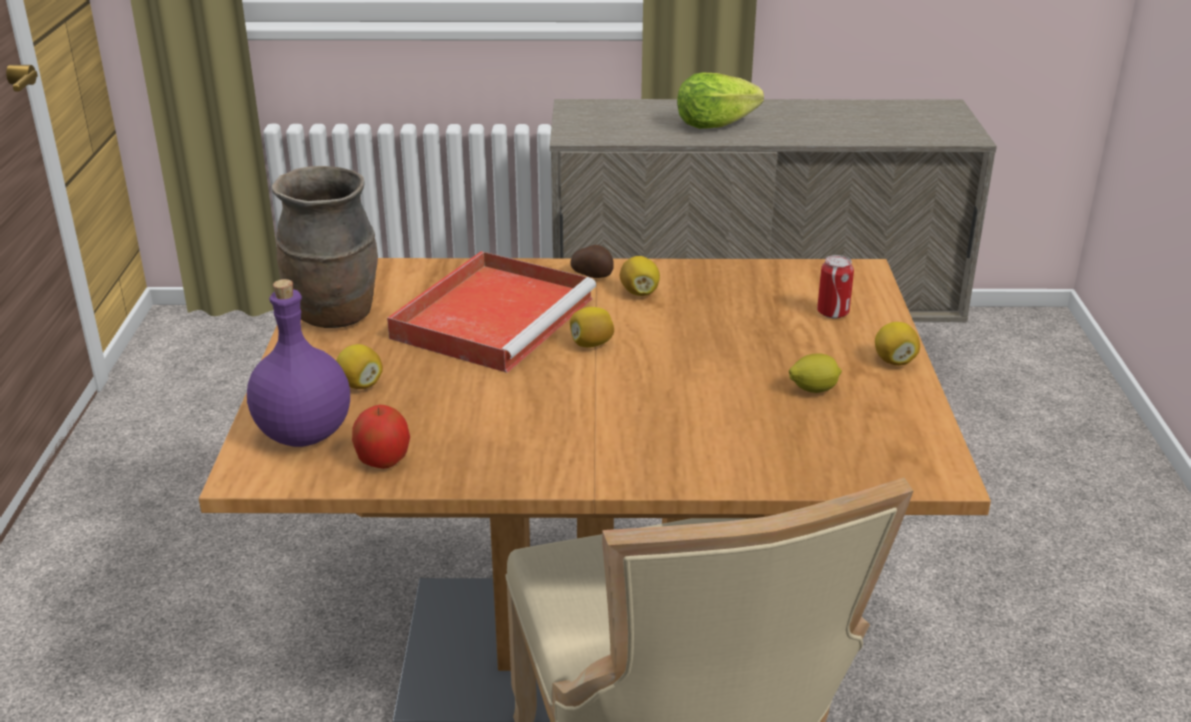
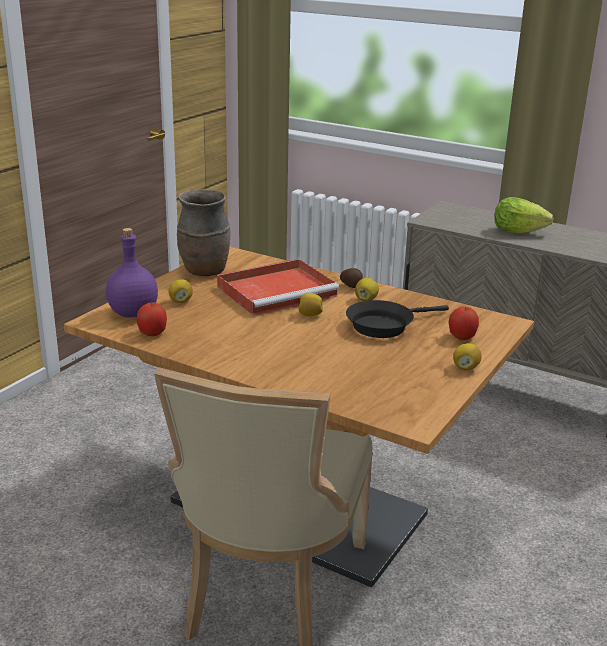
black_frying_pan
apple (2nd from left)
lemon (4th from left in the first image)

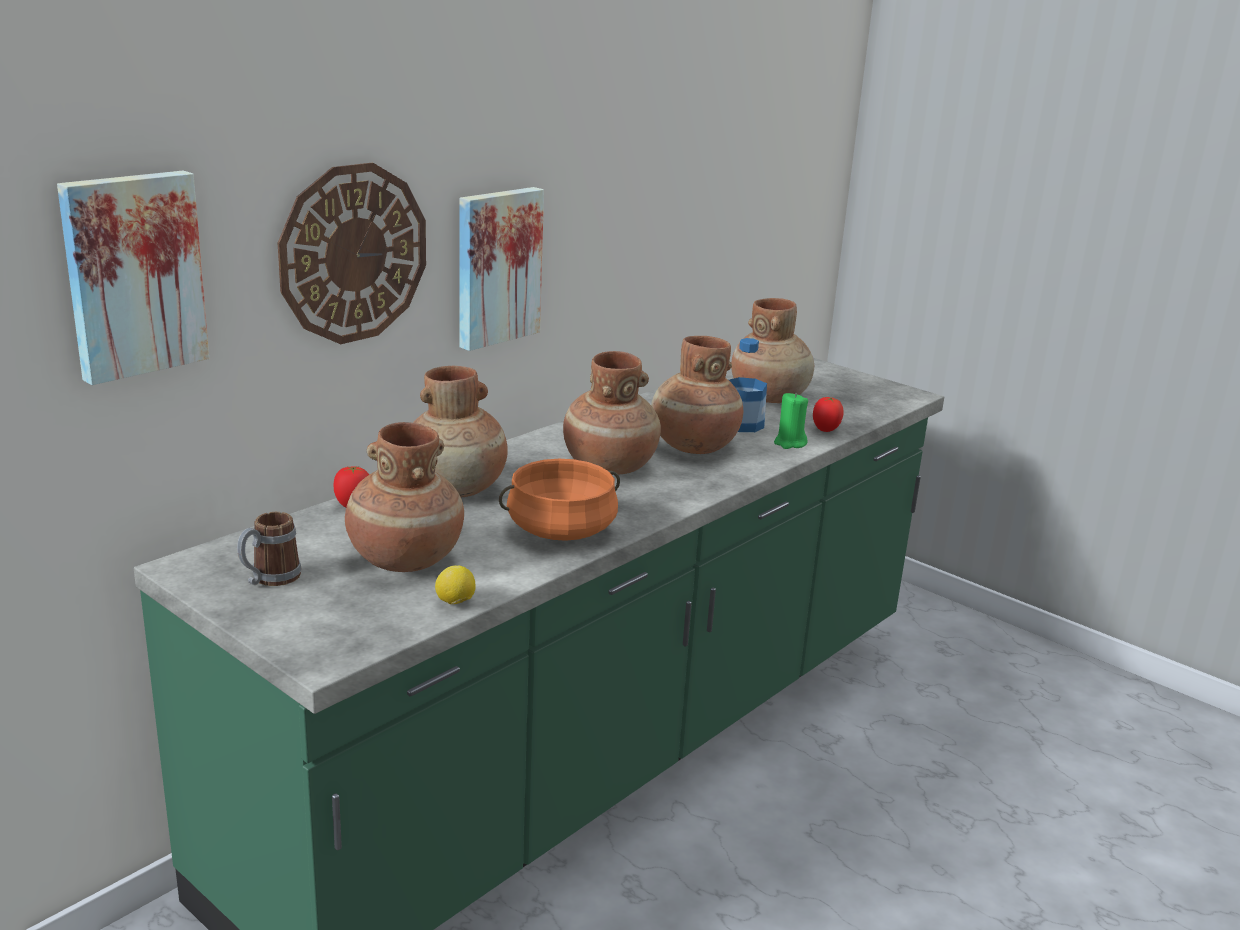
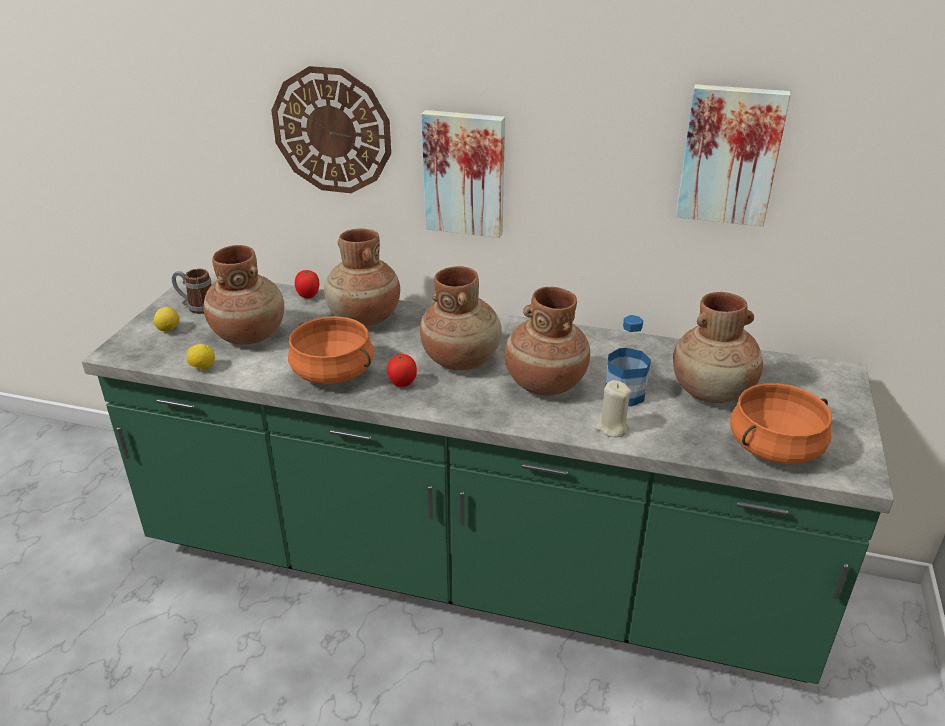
lemon (1st from left)
tomato (2nd from left)
beige_candle
picture (2nd from left)
orange_cooking_pot (2nd from left)

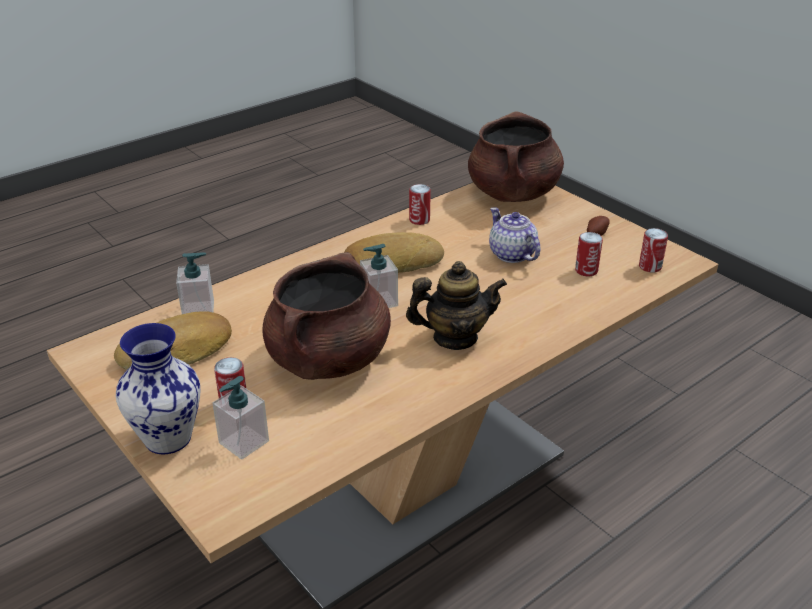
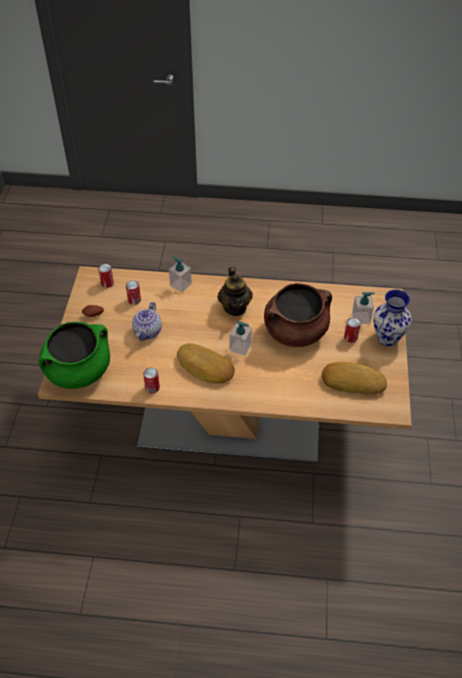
green_cooking_pot
soap_dispenser (1st from left)
teapot (2nd from left)

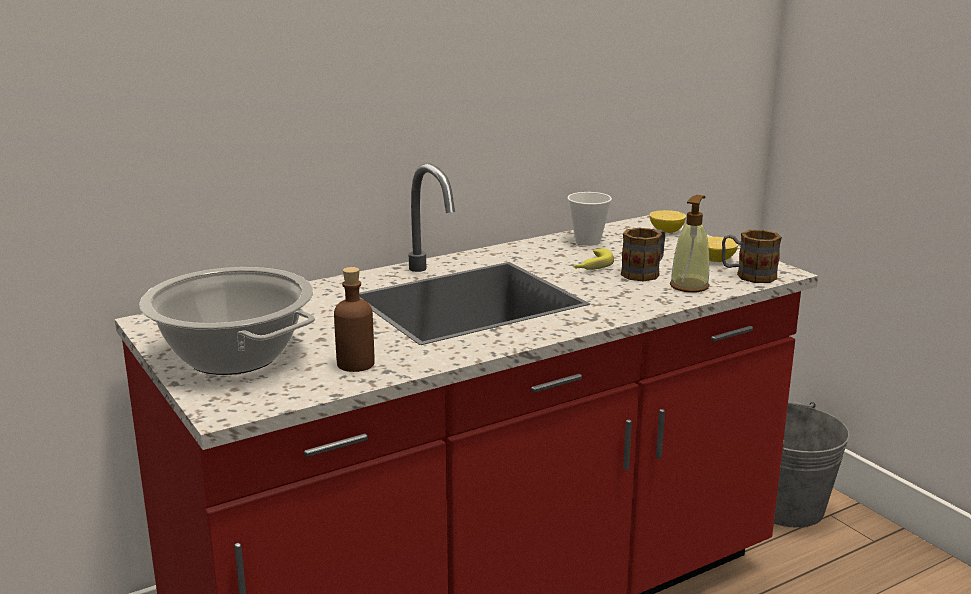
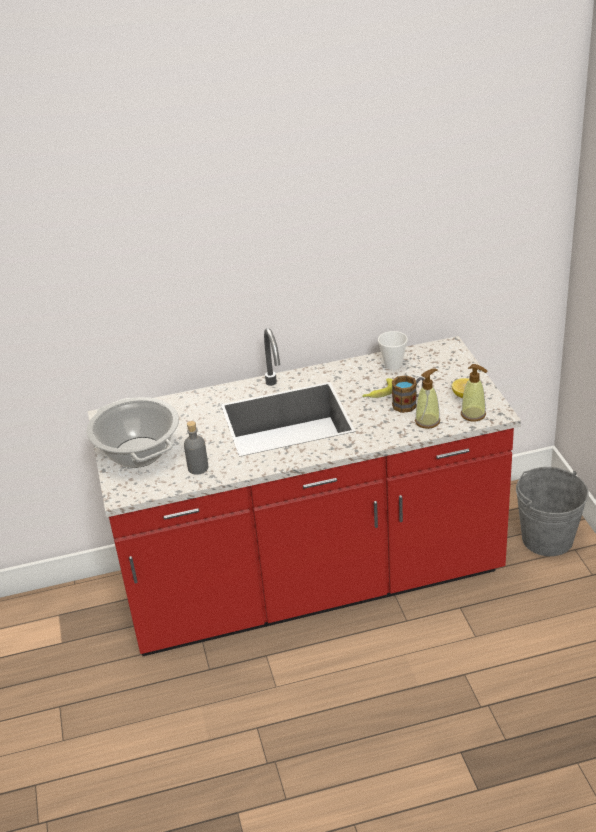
grey_bottle
soap_dispenser (2nd from left)
lemon (1st from left in the first image)

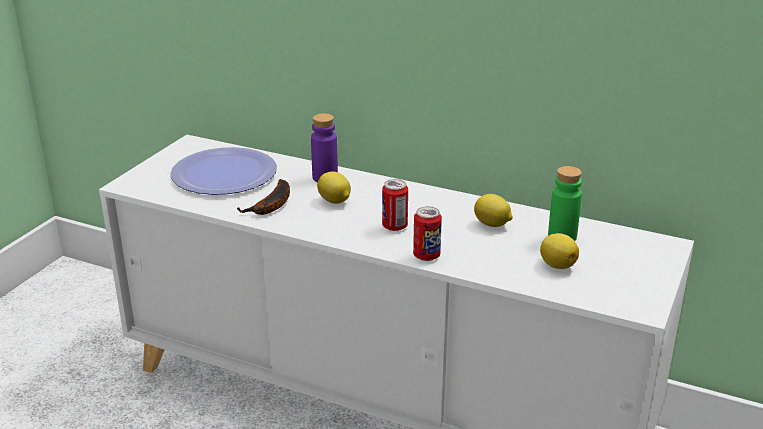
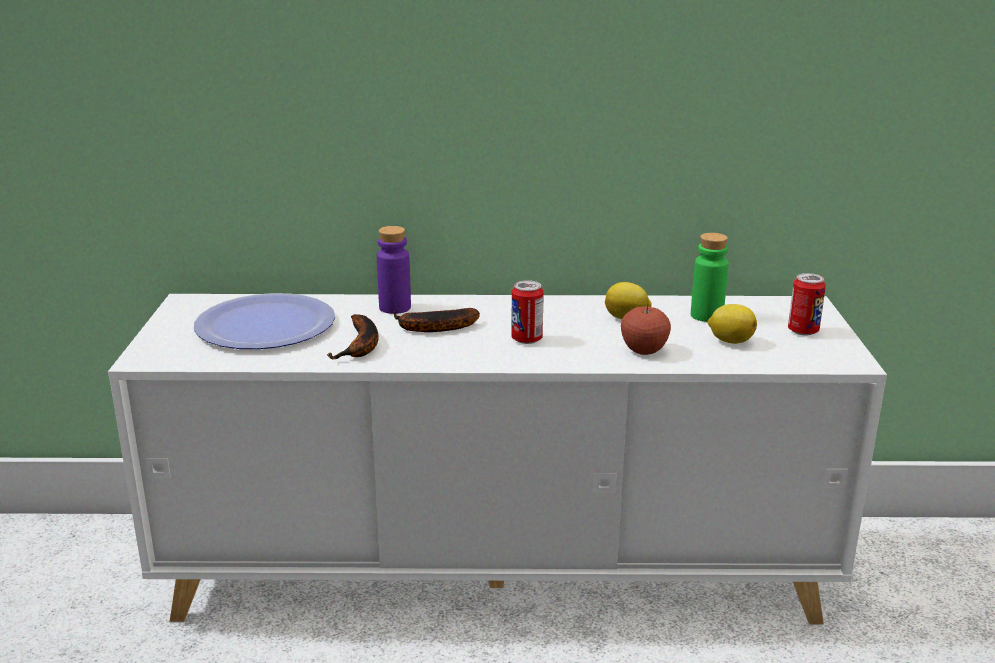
banana (2nd from left)
apple
can (2nd from left)

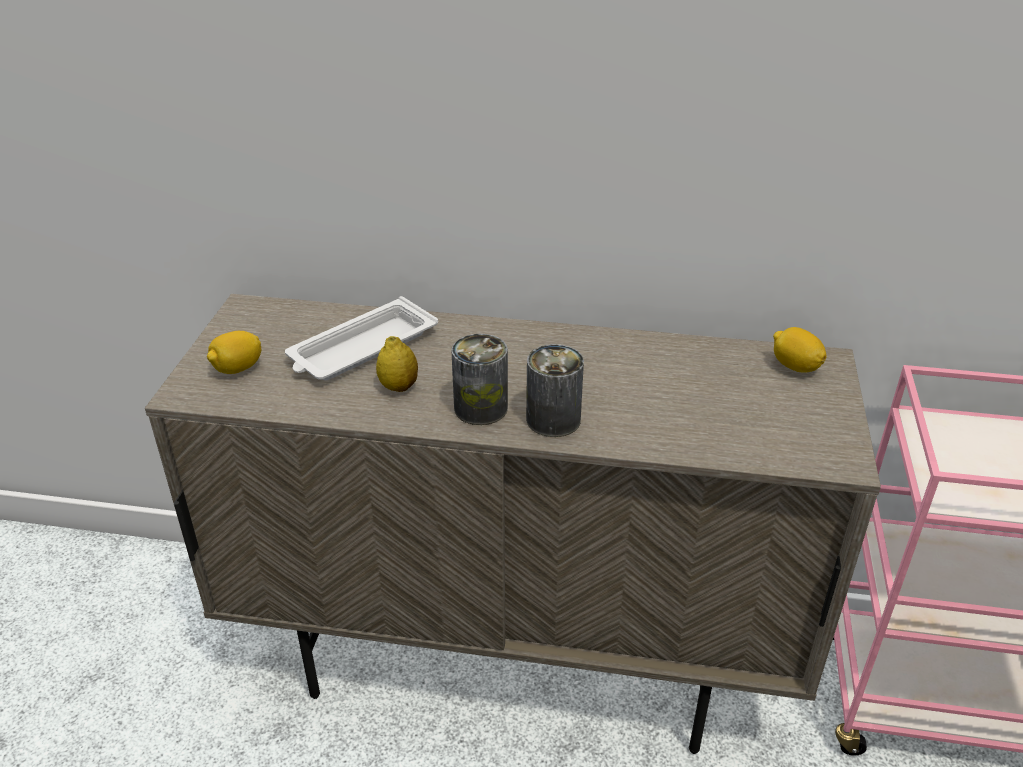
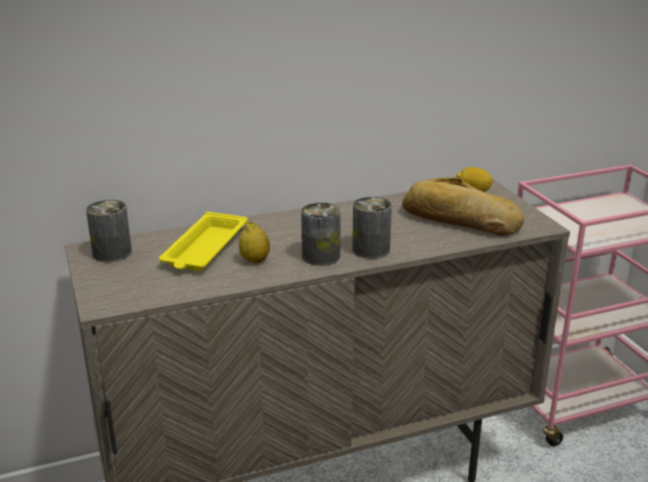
can (1st from left)
yellow_tray
bread
lemon (1st from left in the first image)

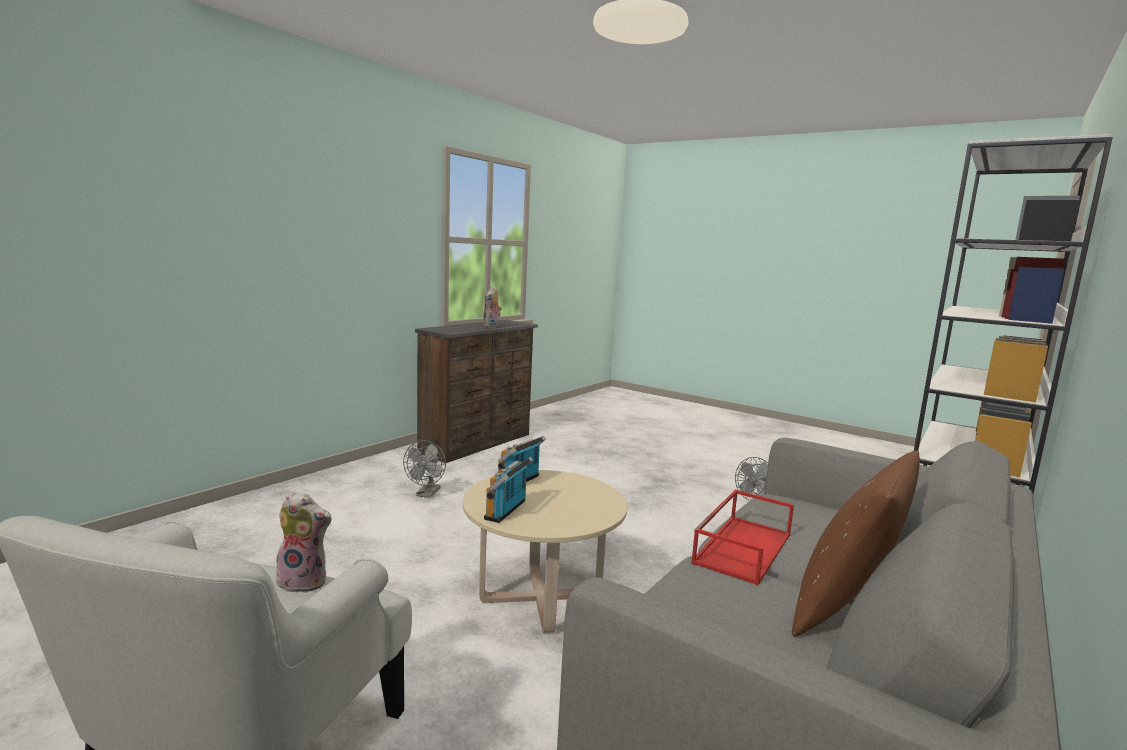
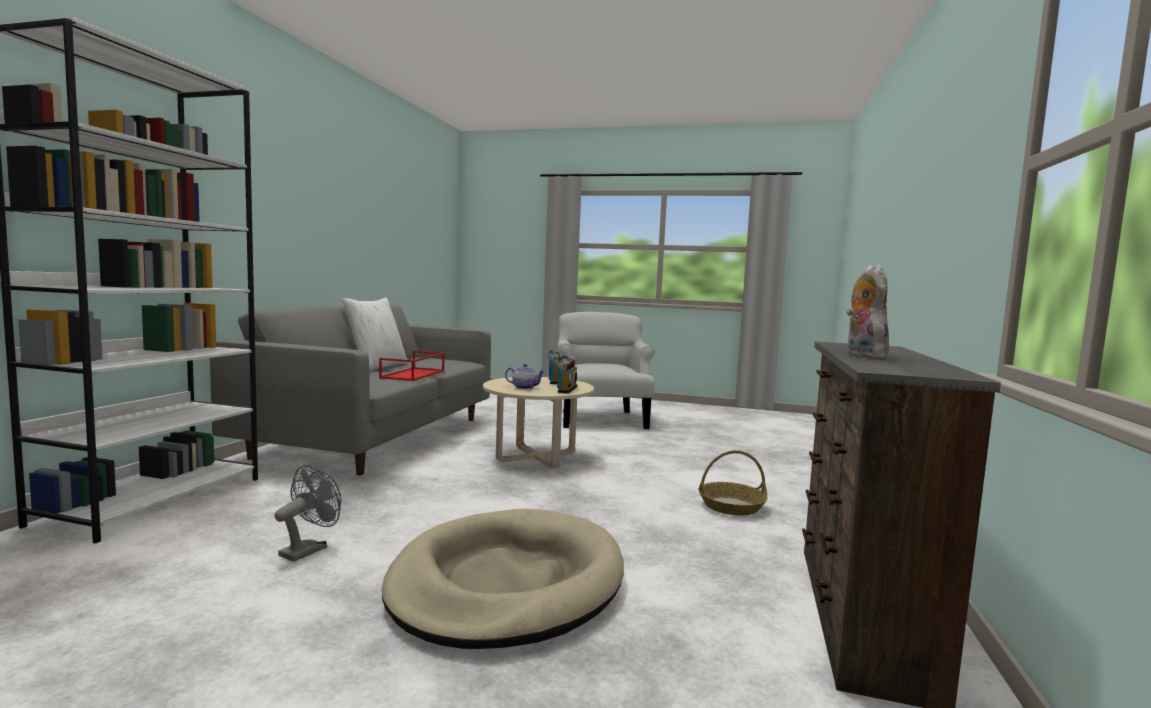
white_pillow
beige_dog_bed
teapot
basket
plush_toy (1st from left in the first image)

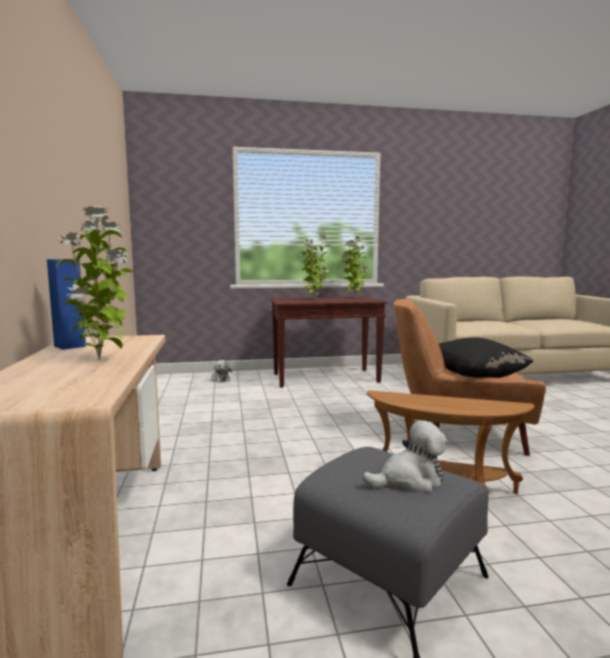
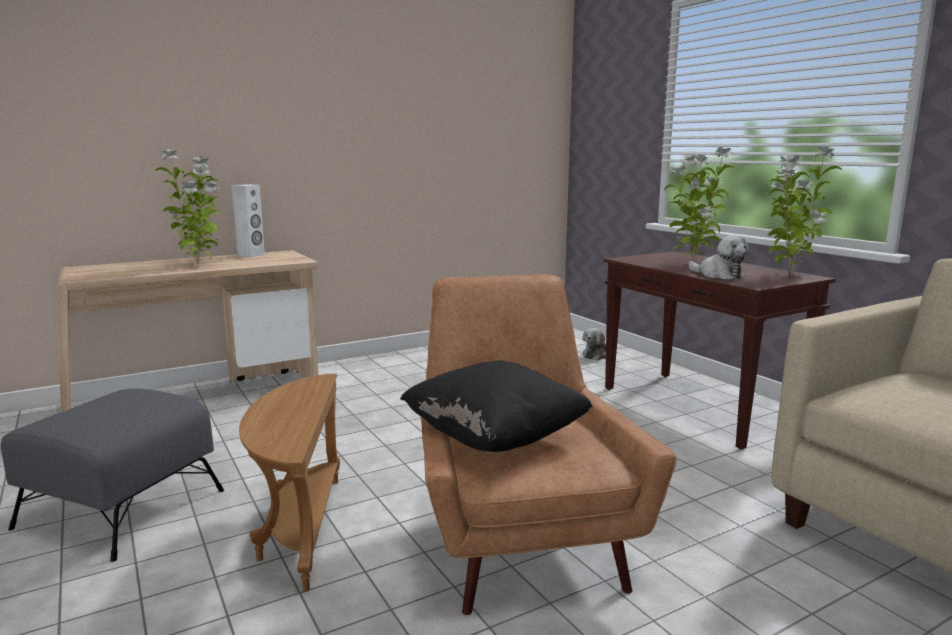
white_speaker
plush_toy (2nd from left)

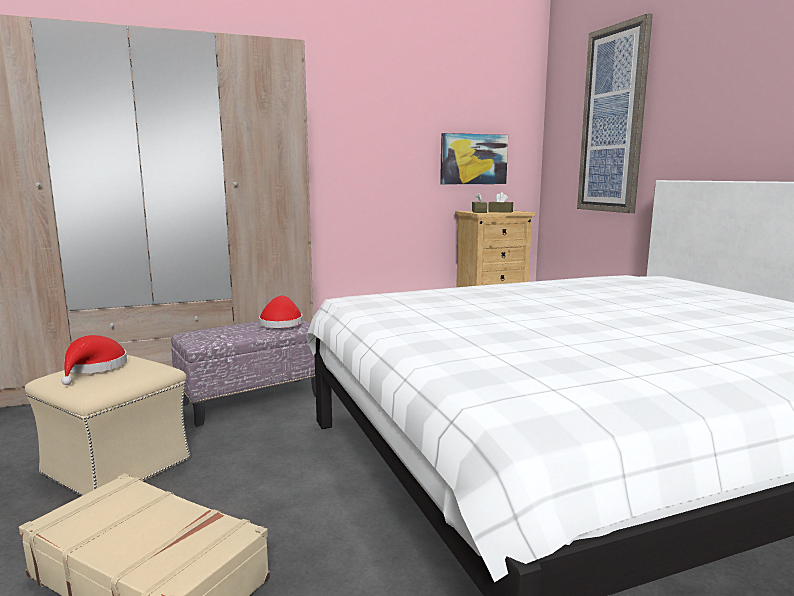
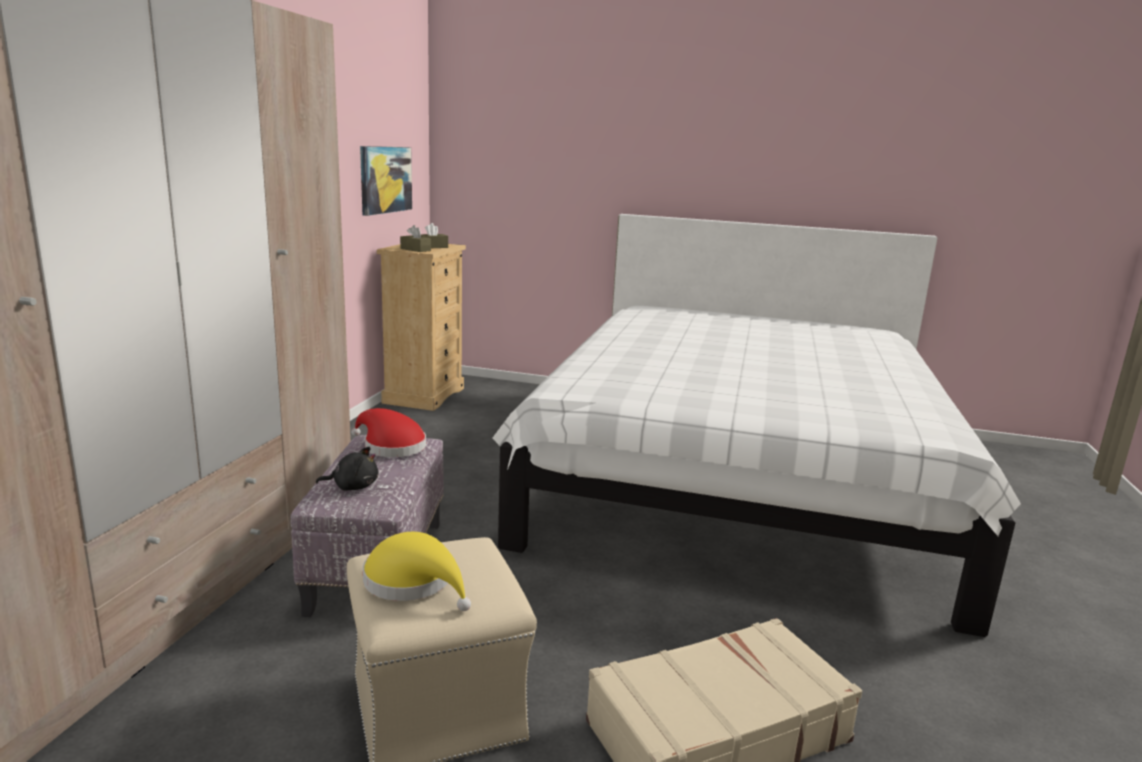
black_plush_toy
yellow_hat
picture (2nd from left in the first image)

